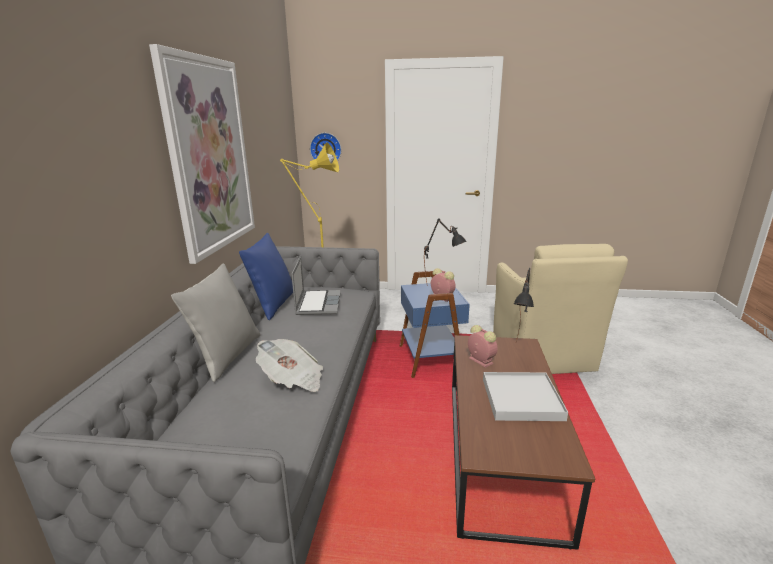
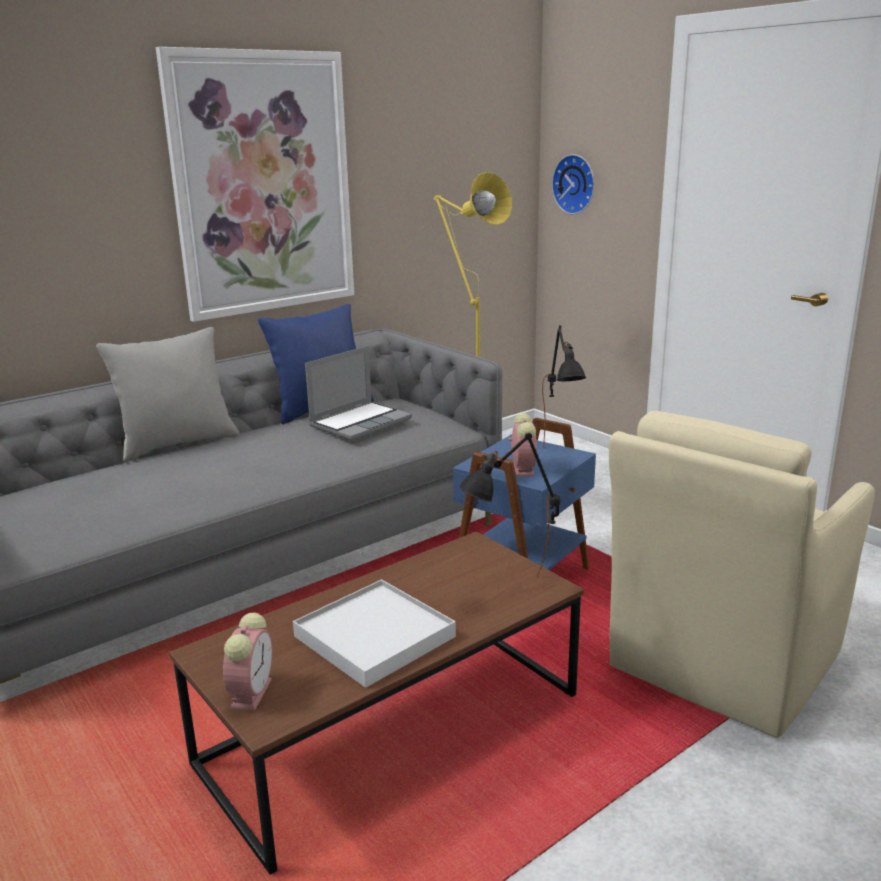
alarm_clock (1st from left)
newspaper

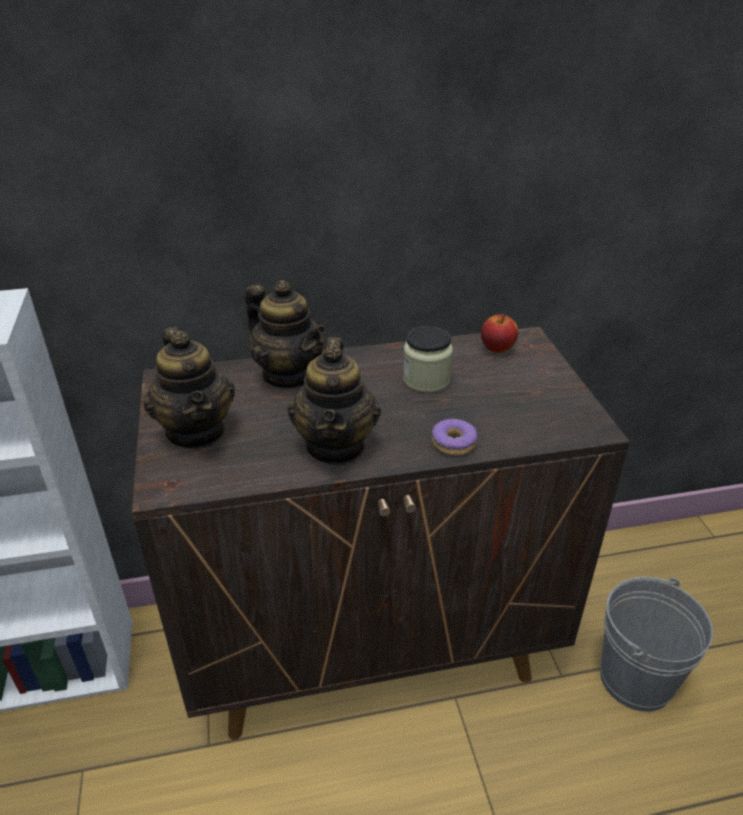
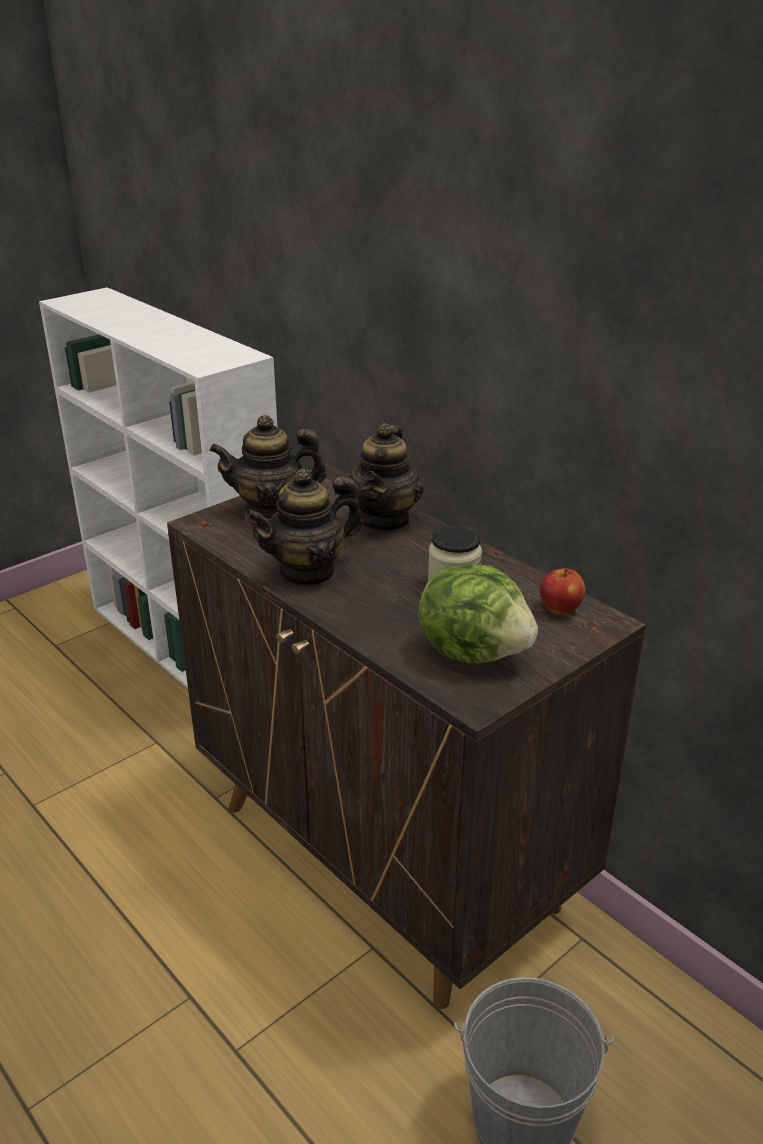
teapot (1st from left)
lettuce
donut

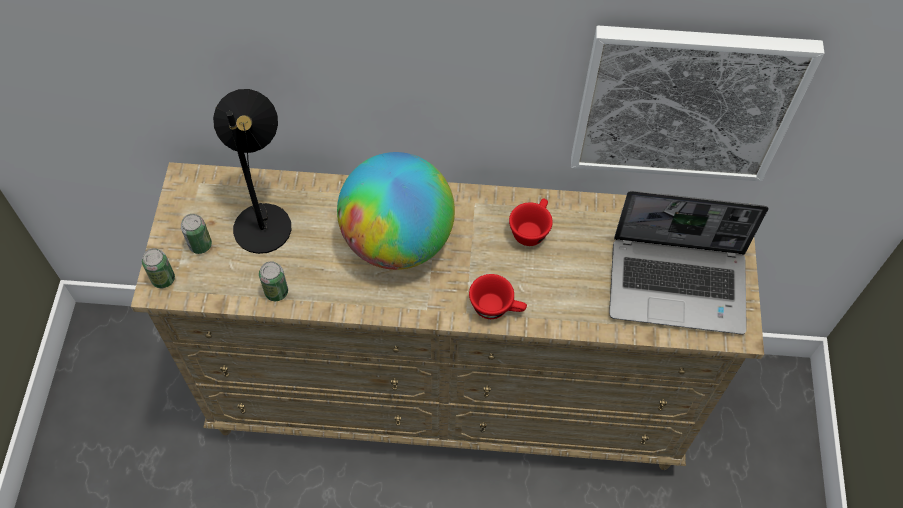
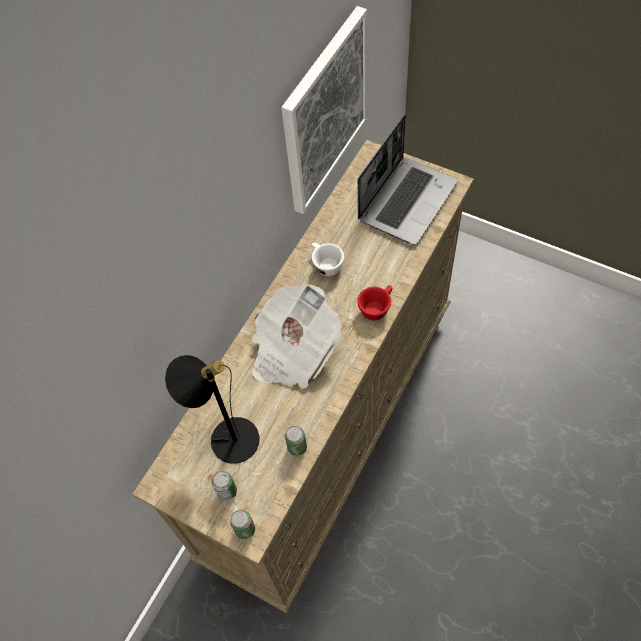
newspaper
white_cup

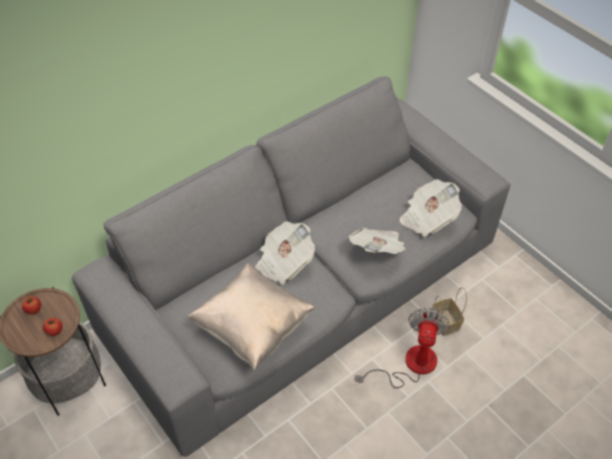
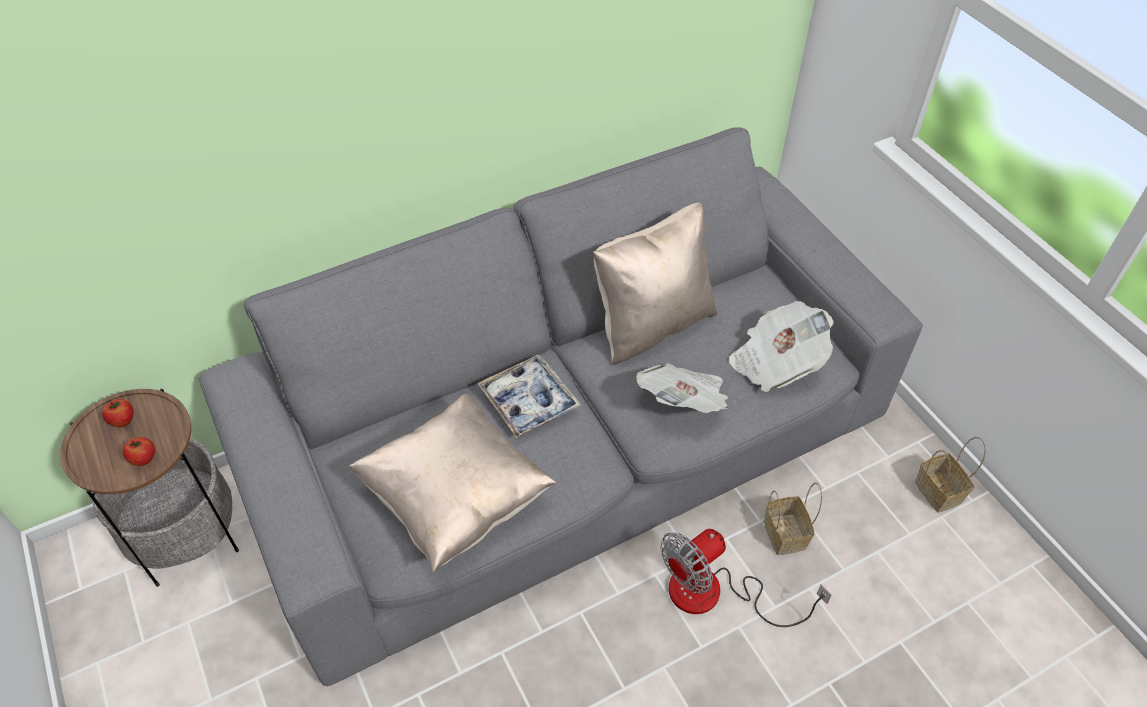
tray
beige_pillow (2nd from left)
fan
basket (2nd from left)

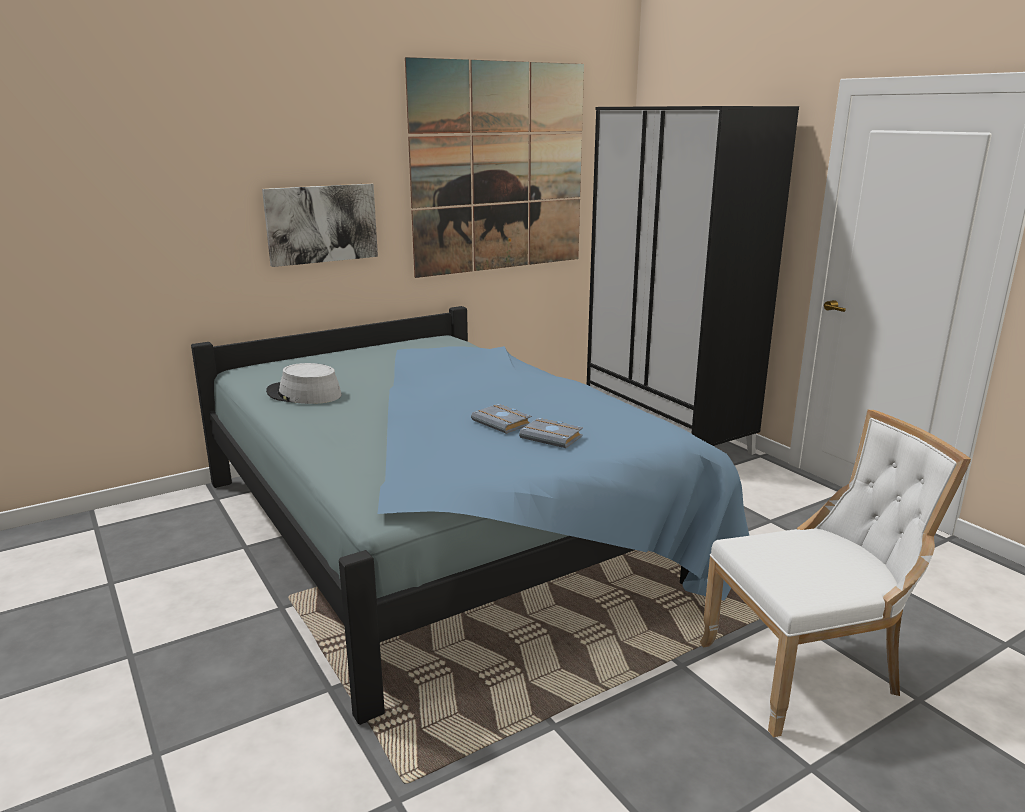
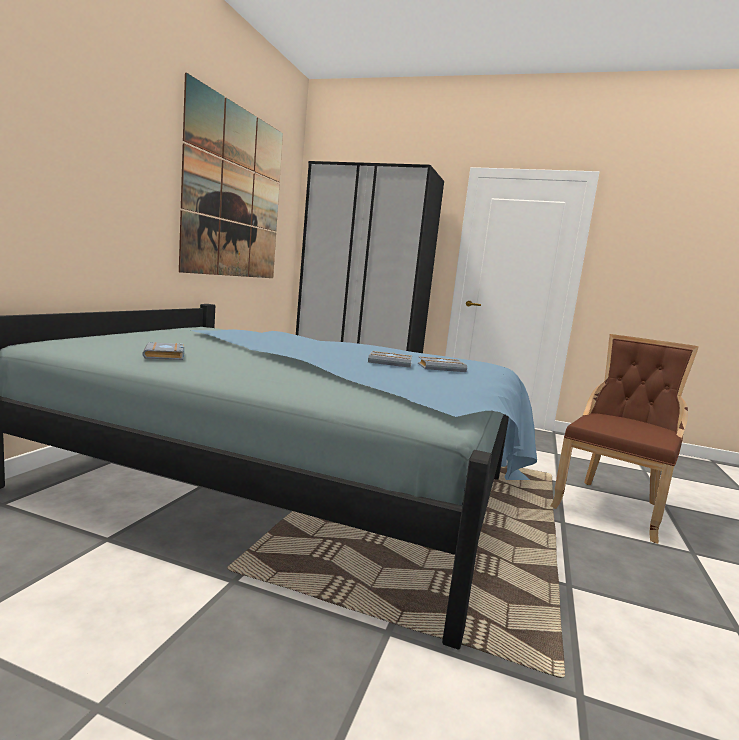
grey_book (1st from left)
brown_chair
picture (1st from left in the first image)

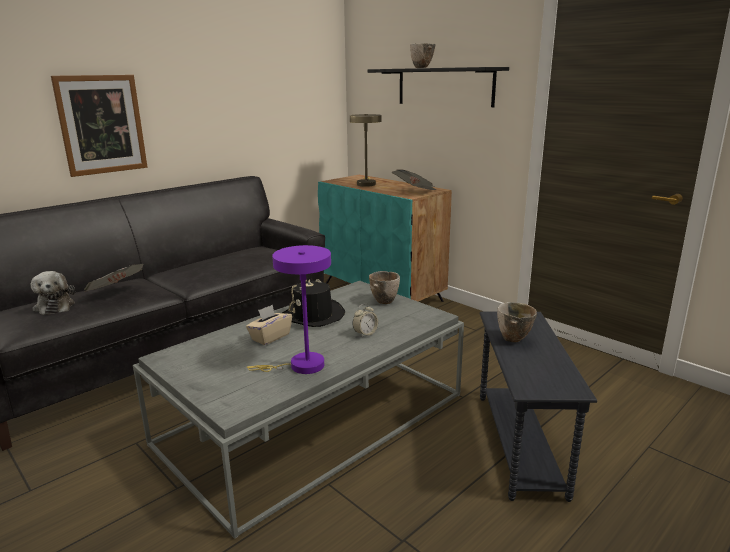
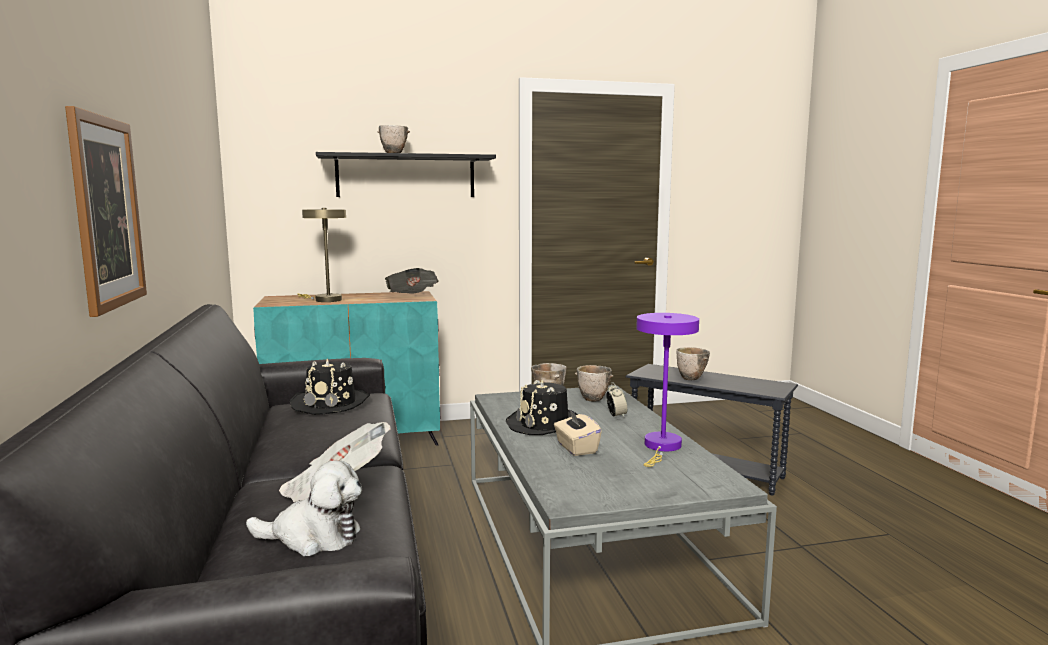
black_hat (1st from left)
bowl (3rd from left)

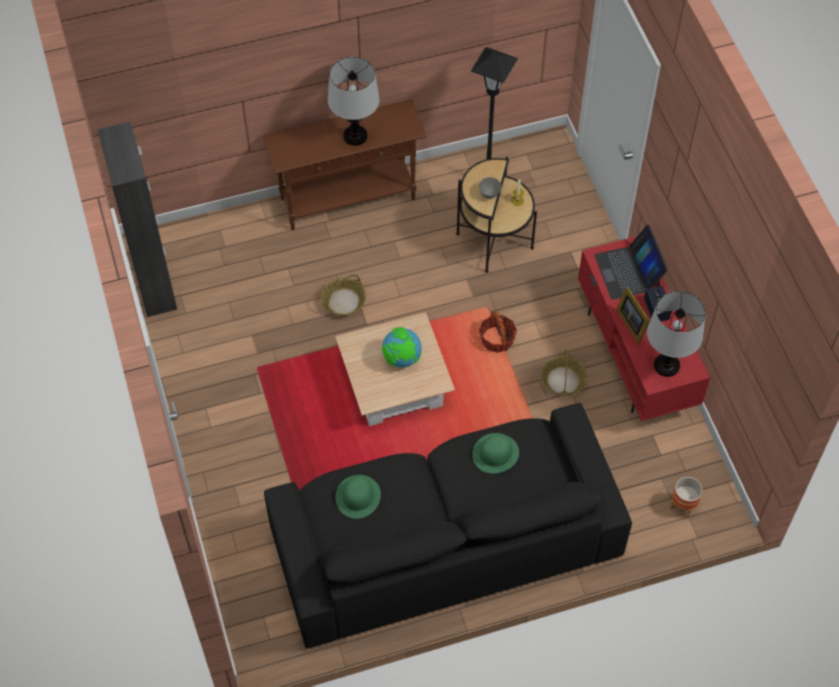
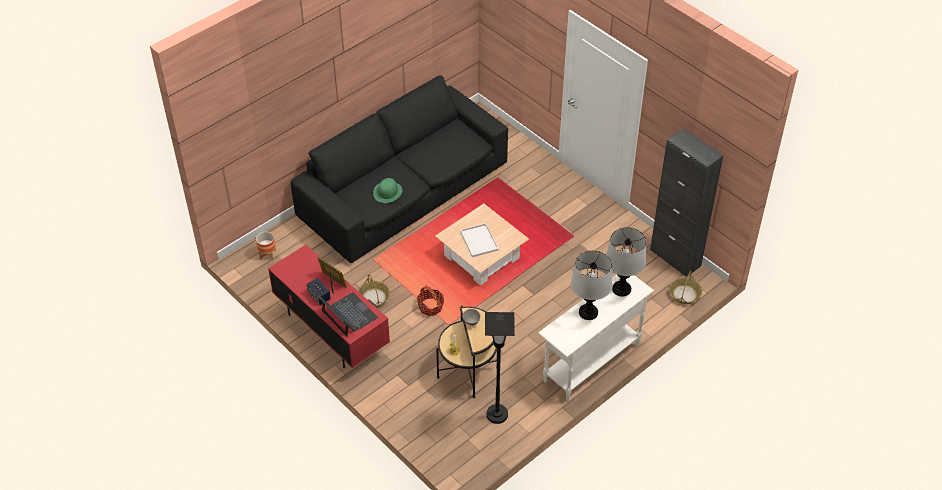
white_tray
white_console_table
table_lamp (2nd from left)
basket (3rd from left)
green_hat (1st from left in the first image)

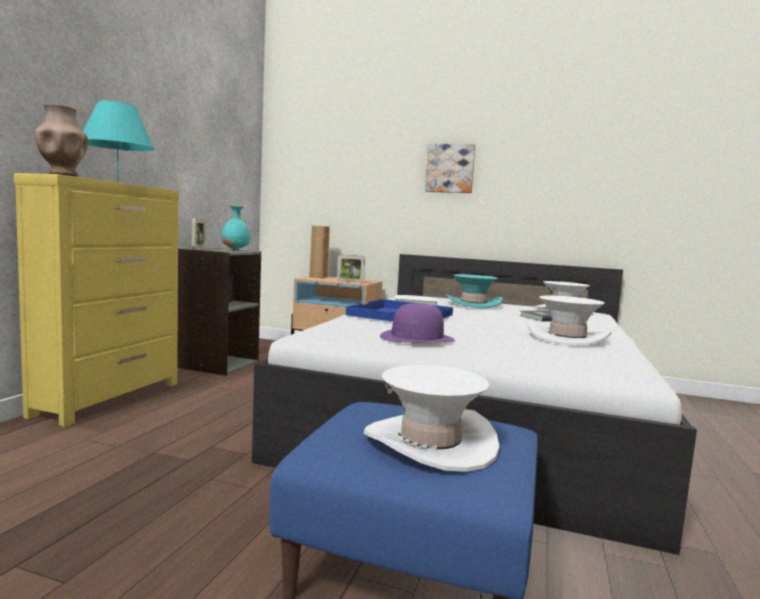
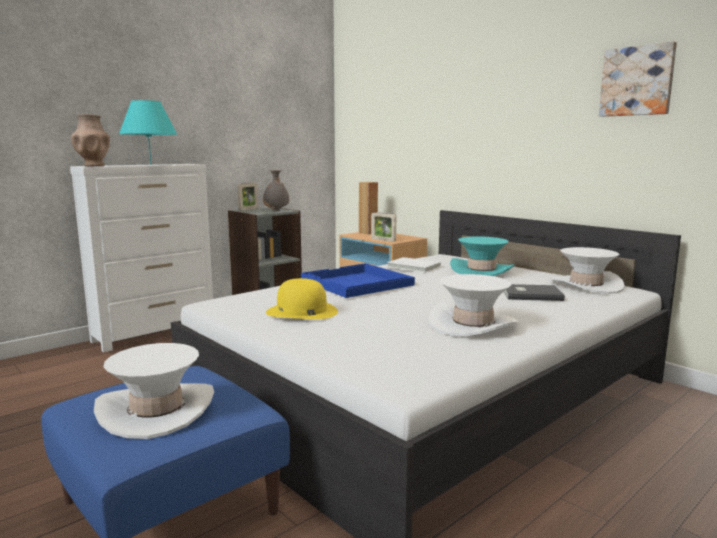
white_dresser
grey_vase
yellow_hat
picture

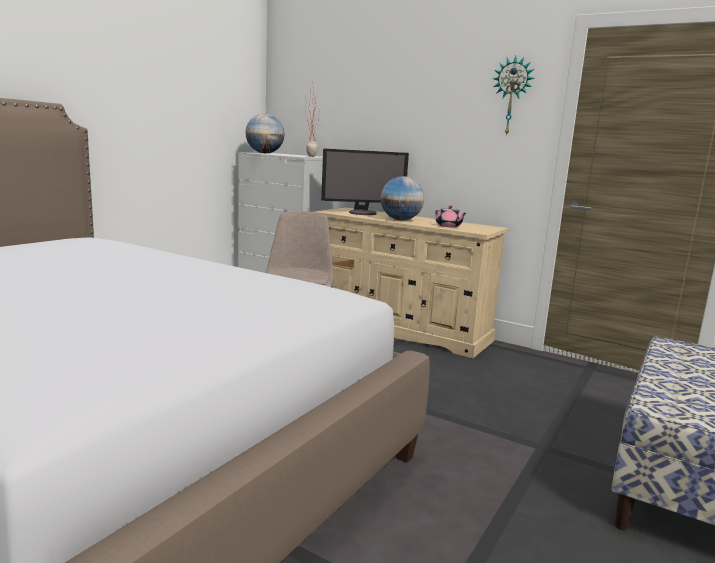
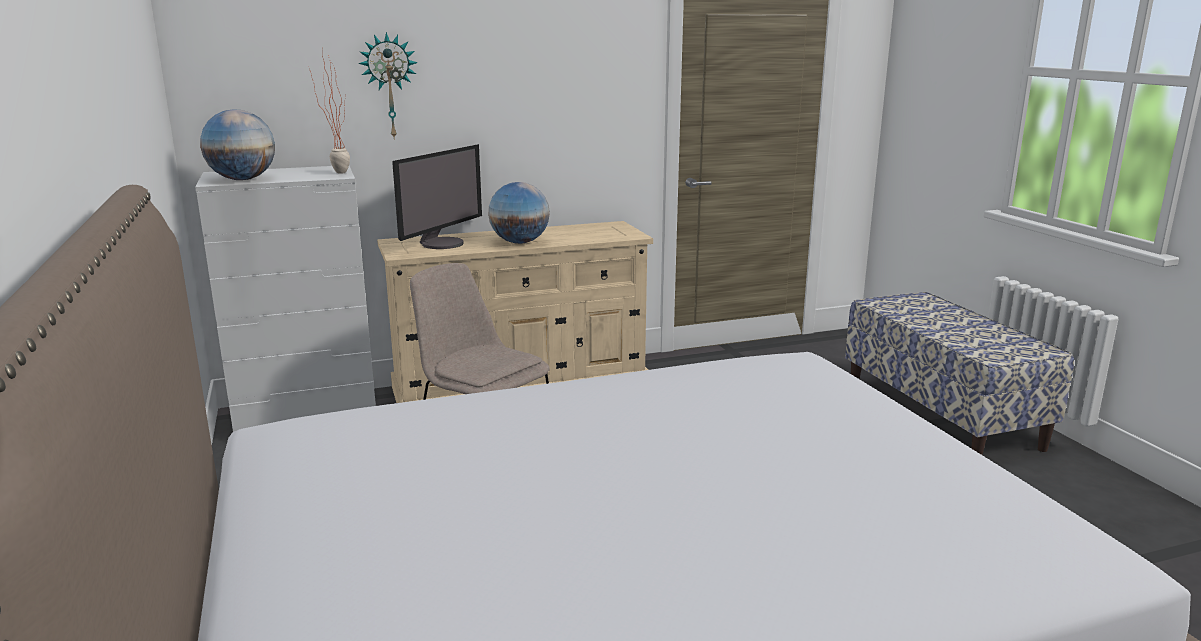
wall_clock
pink_teapot

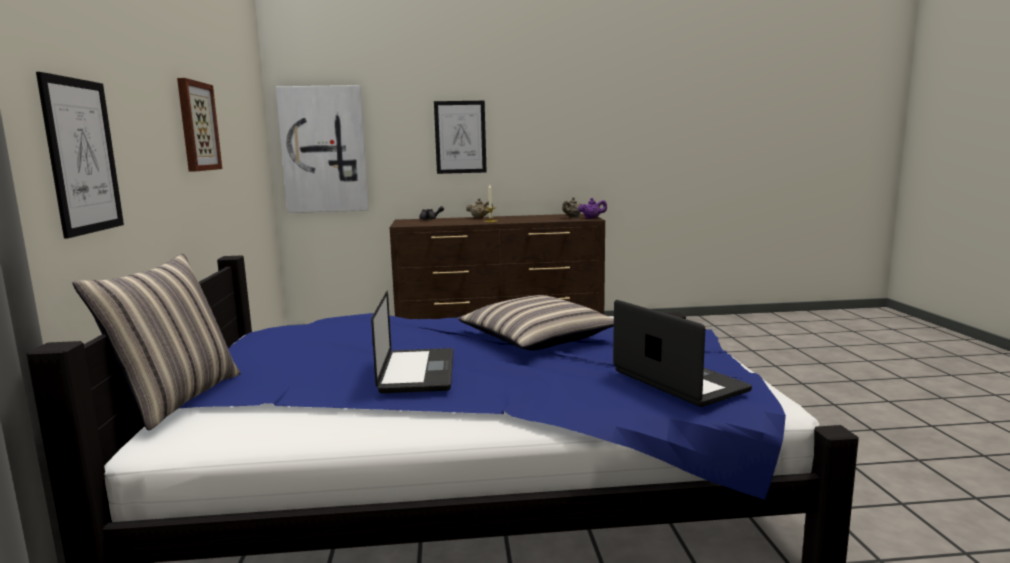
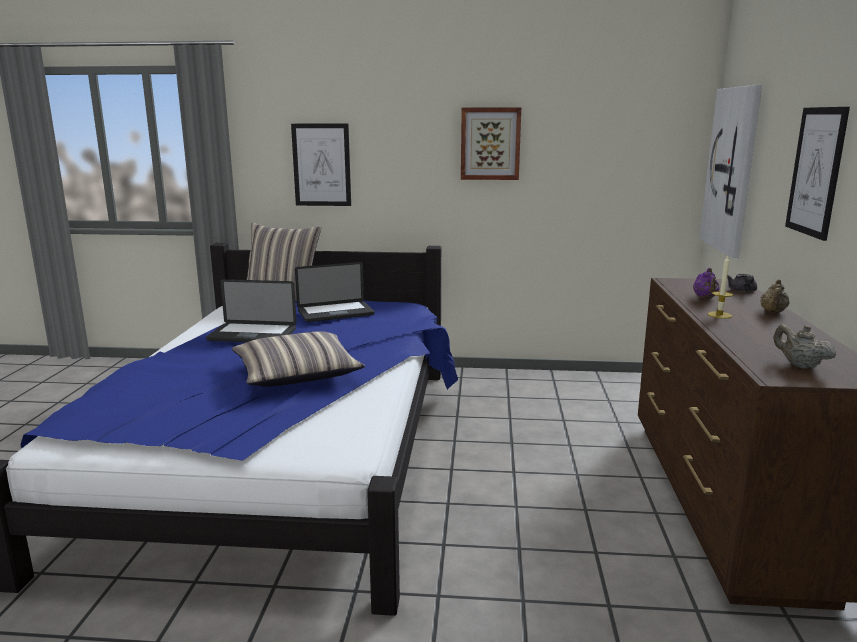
laptop (2nd from left)
purple_teapot

